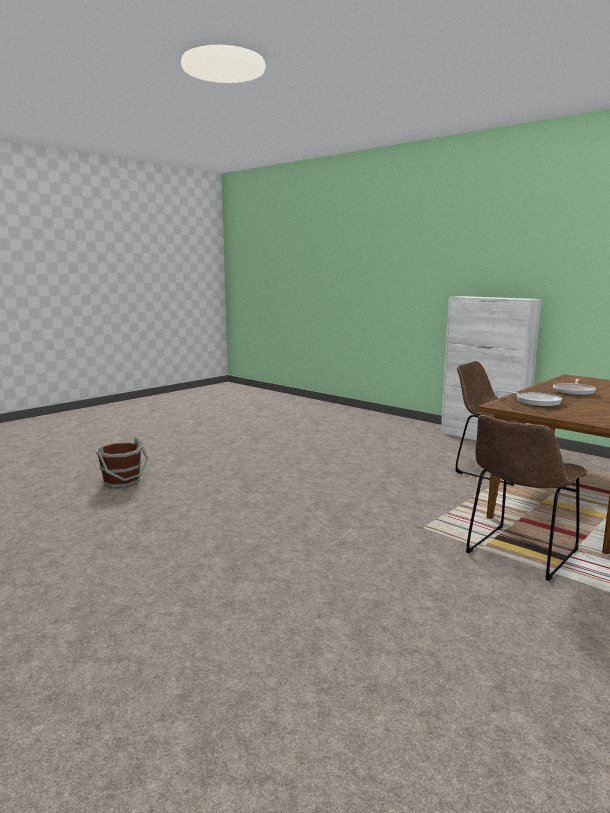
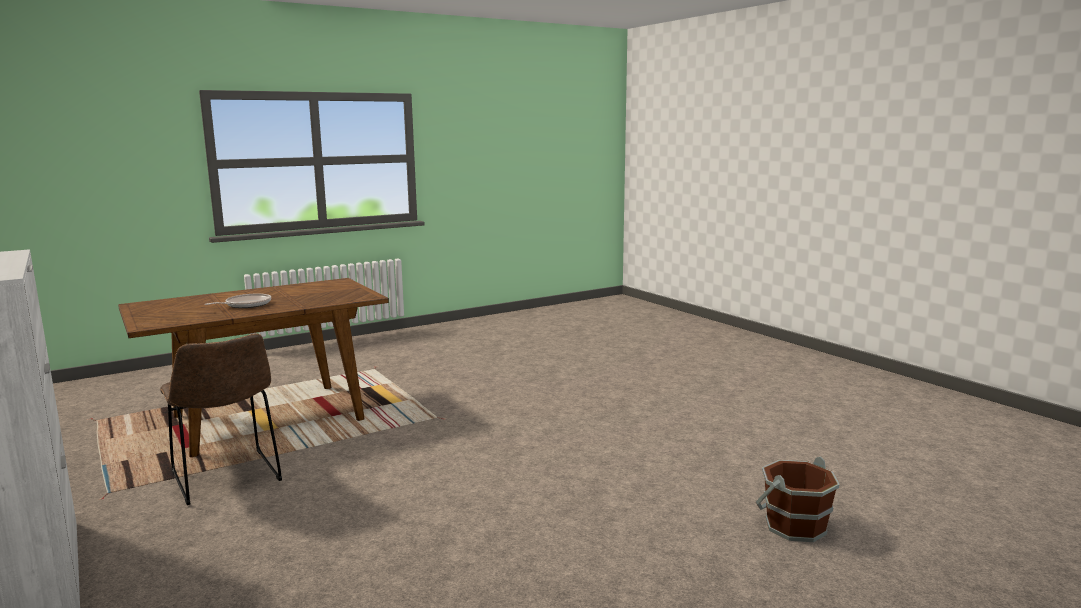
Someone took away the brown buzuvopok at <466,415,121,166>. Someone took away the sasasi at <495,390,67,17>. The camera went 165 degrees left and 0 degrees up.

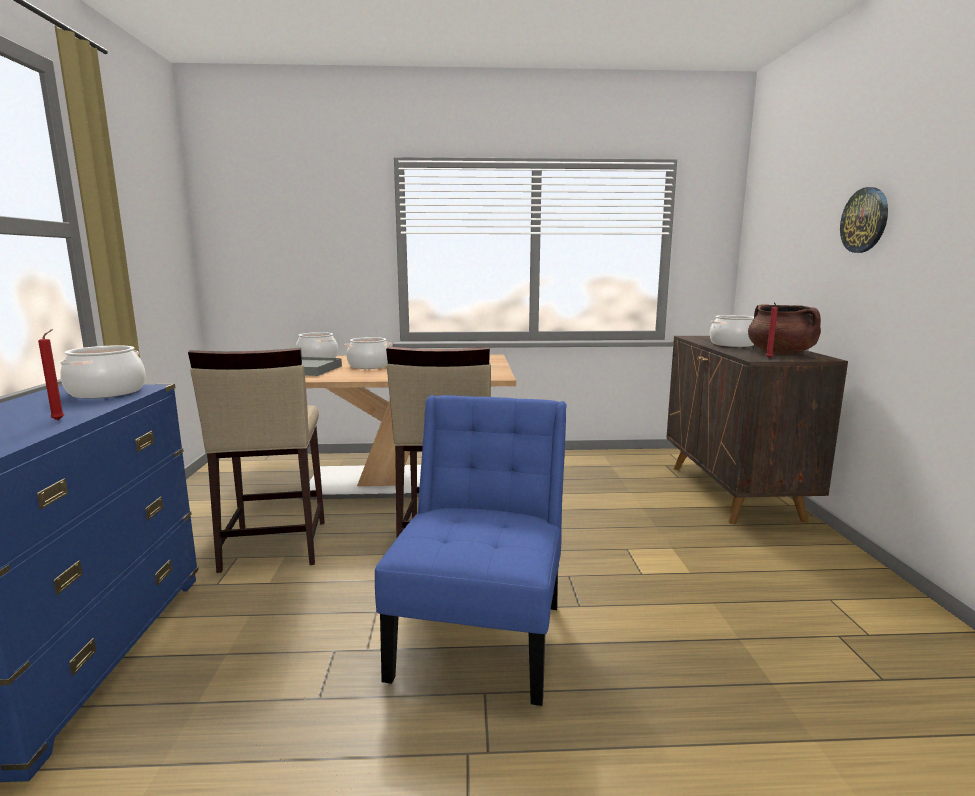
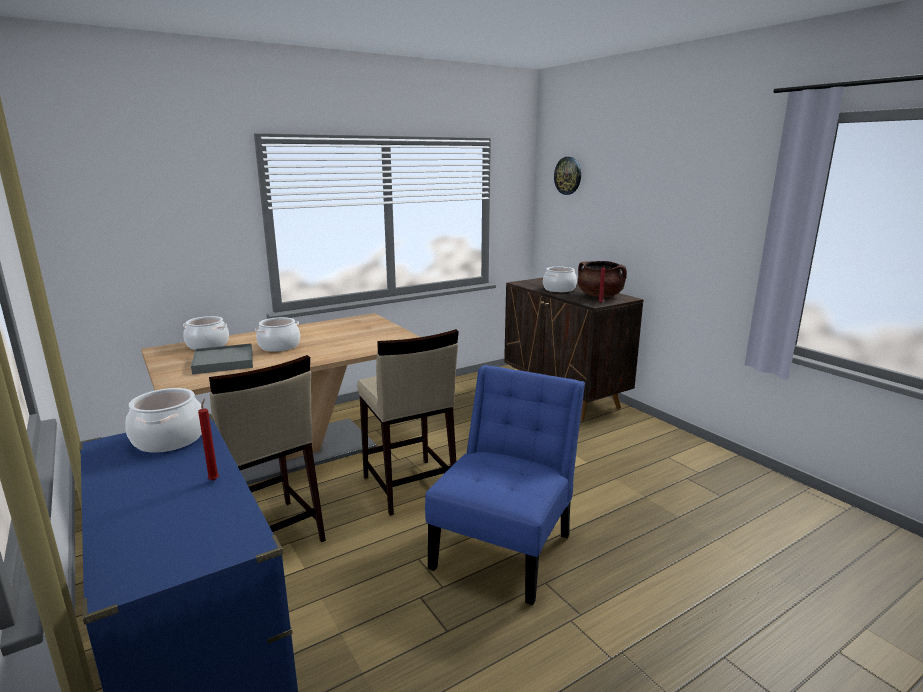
Someone carried the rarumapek from <840,187,48,66> to <554,157,27,38>. Someone rotated the blue buzuvopok at <375,395,192,311> by 45 degrees clockwise. The camera went 30 degrees left and 5 degrees up.

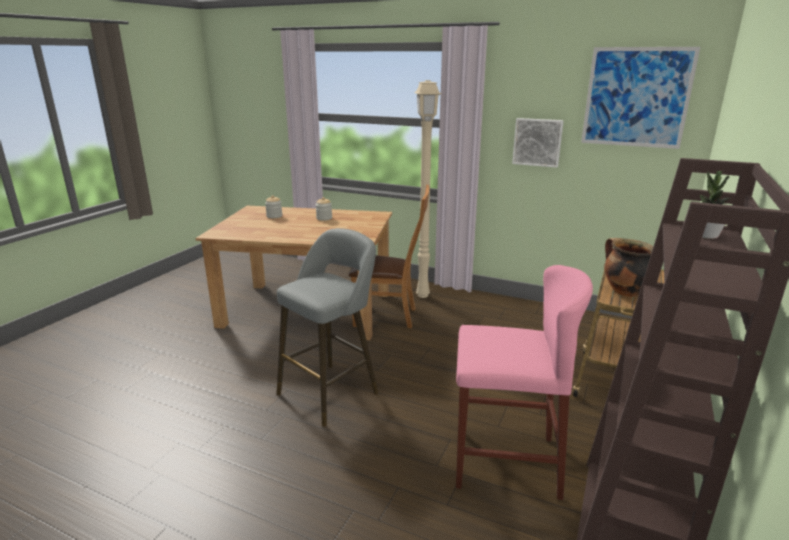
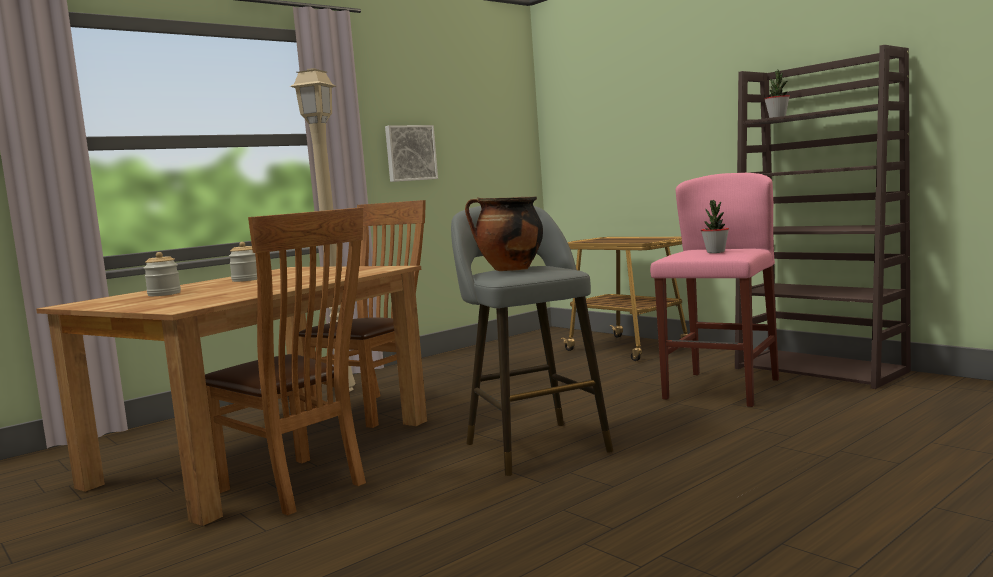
Someone took away the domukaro at <581,47,119,102>. Someone put down the brown buzuvopok at <205,208,161,308>. Someone put down the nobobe at <701,200,28,53>. Someone carried the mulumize from <604,238,49,59> to <465,196,78,75>. The camera went 65 degrees left and 15 degrees down.

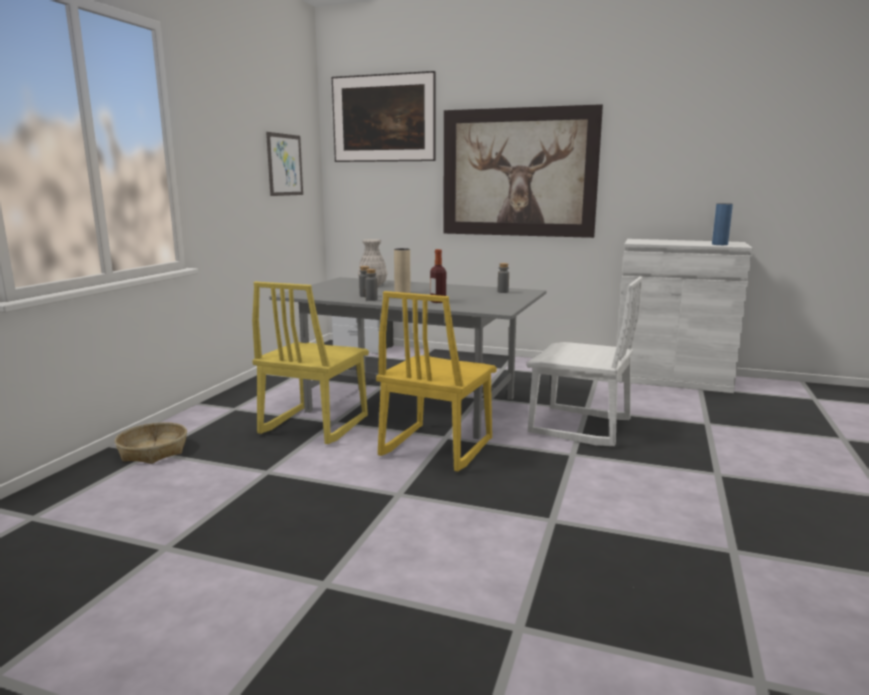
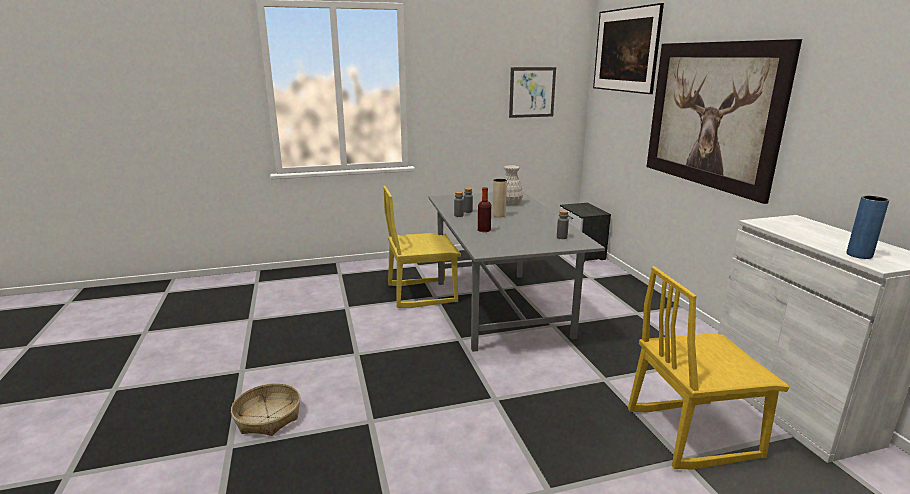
Someone took away the white buzuvopok at <527,276,116,170>. Someone carried the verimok from <115,422,72,42> to <231,383,69,53>. Someone carried the yellow buzuvopok from <376,291,121,181> to <628,266,161,204>. The camera went 55 degrees right and 5 degrees up.

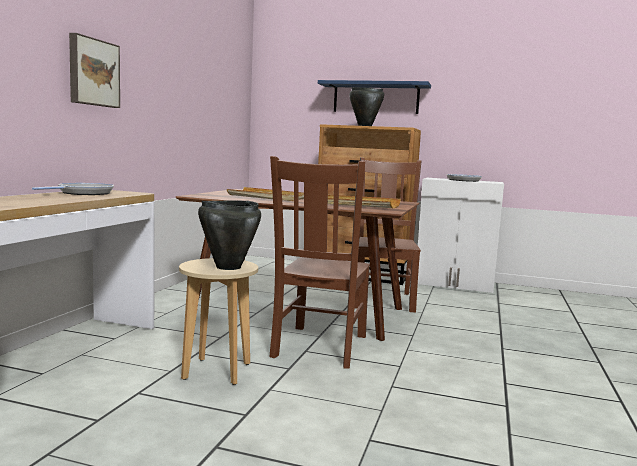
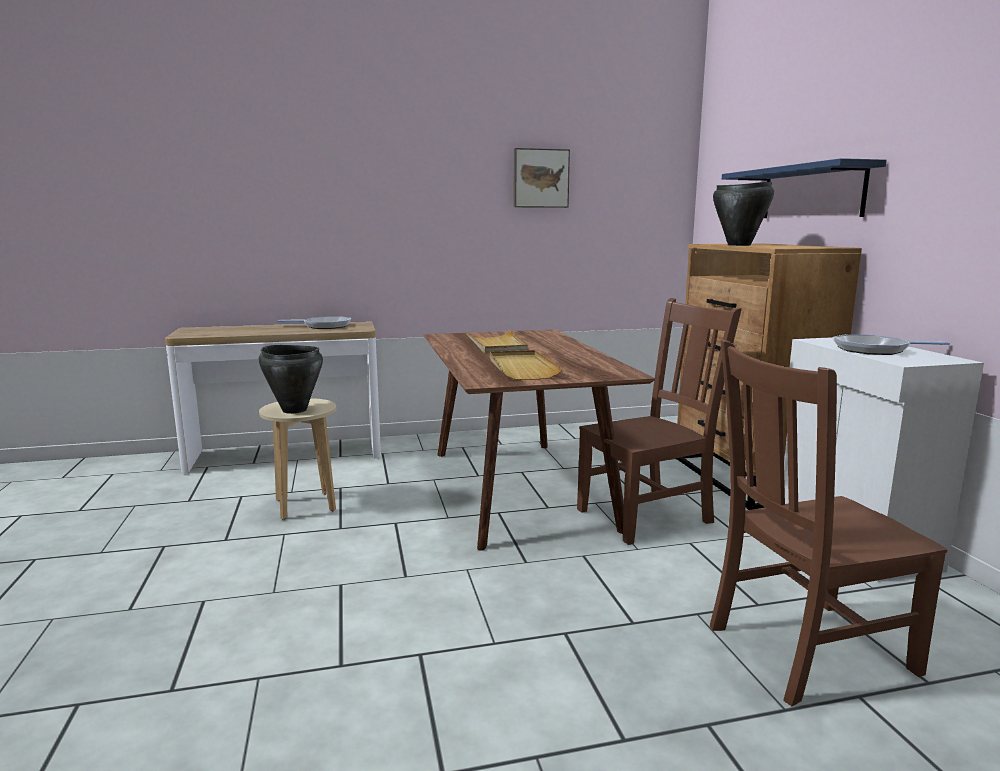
Someone carried the domukaro from <69,33,51,75> to <513,148,57,60>. Someone carried the brown buzuvopok from <269,156,101,213> to <710,340,238,366>. The camera went 60 degrees right and 5 degrees up.

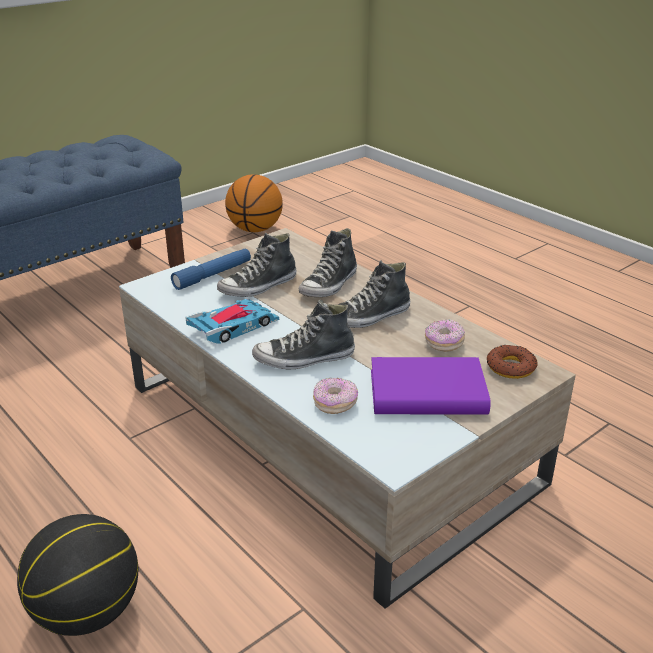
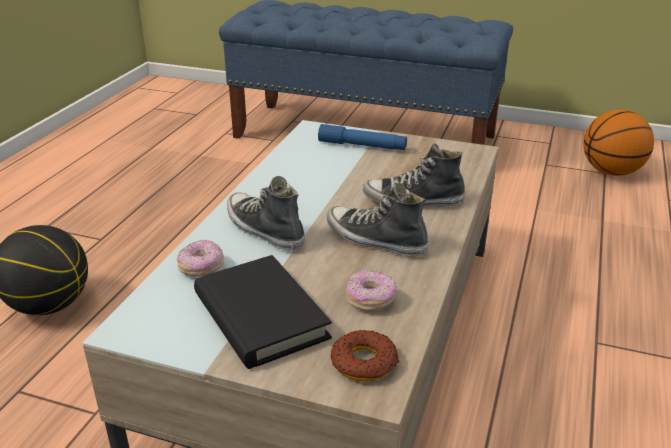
Someone took away the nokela at <185,299,94,45>. Someone took away the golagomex at <217,233,79,64>. Someone repainted the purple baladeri at <371,357,120,58>, which became the black baladeri at <194,255,138,114>. The camera went 60 degrees right and 0 degrees up.

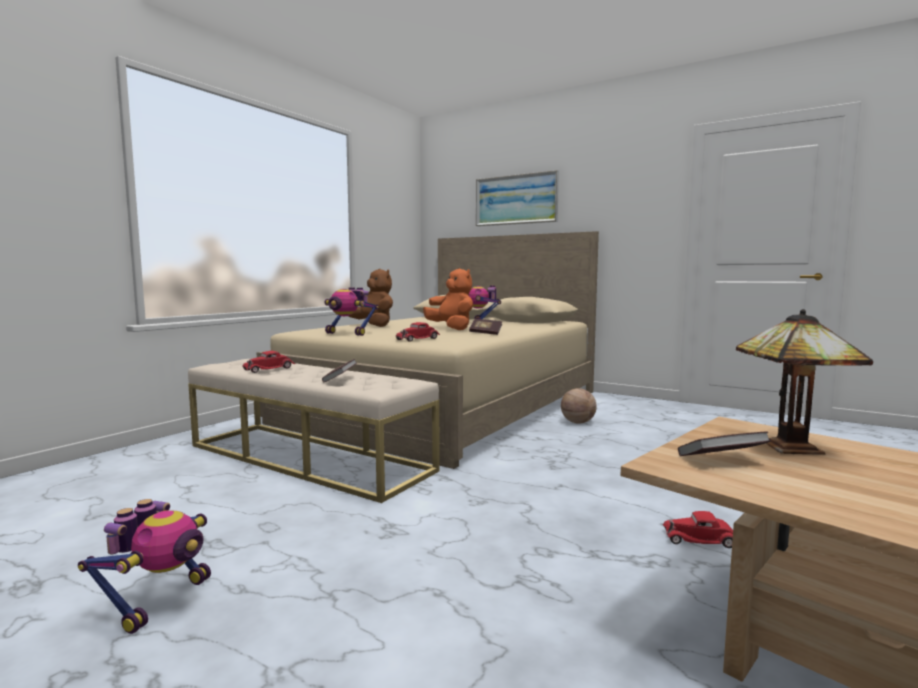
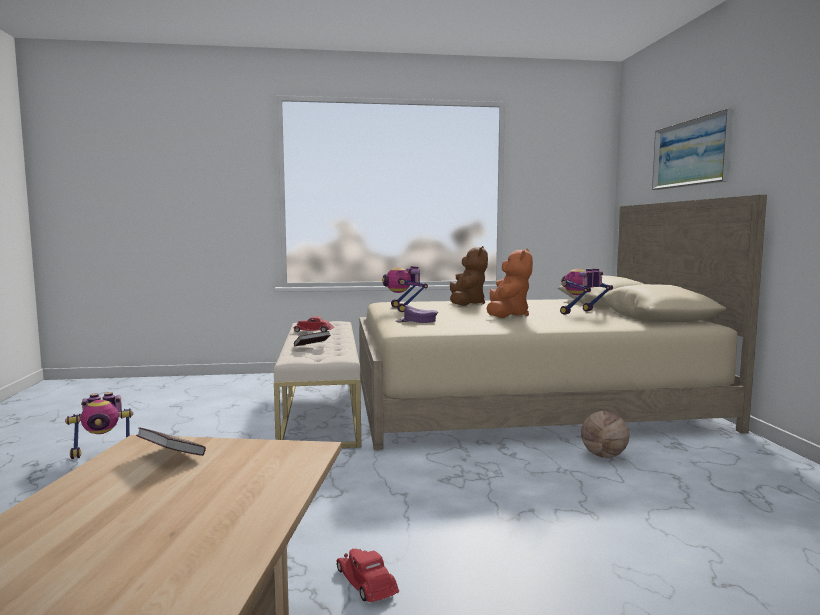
Someone took away the baladeri at <469,319,33,16>. Someone took away the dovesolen at <736,309,137,146>. Someone swapped the red nokela at <396,322,44,20> for the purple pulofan at <396,305,42,18>. The camera went 50 degrees right and 0 degrees up.

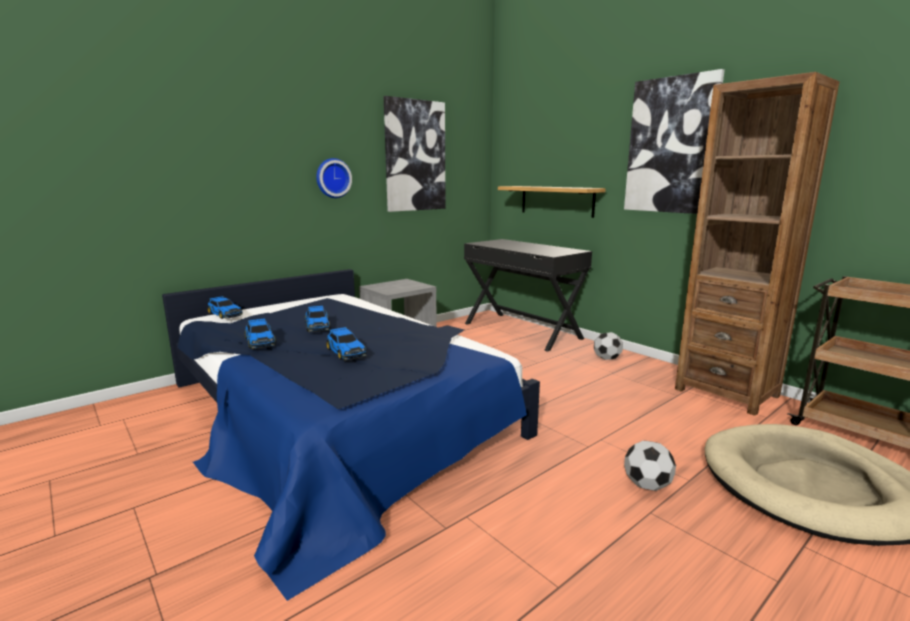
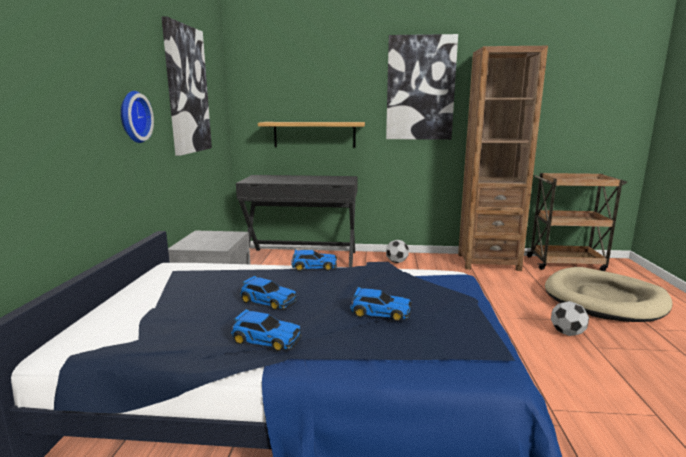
Someone carried the nokela from <207,296,36,23> to <291,249,46,22>. The camera went 45 degrees left and 0 degrees up.

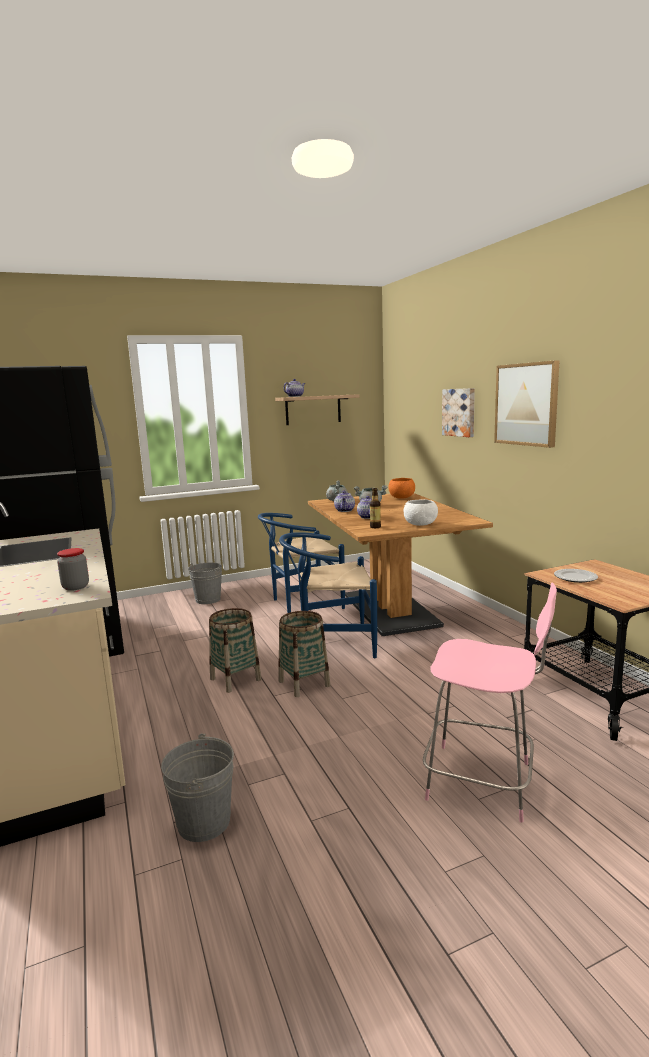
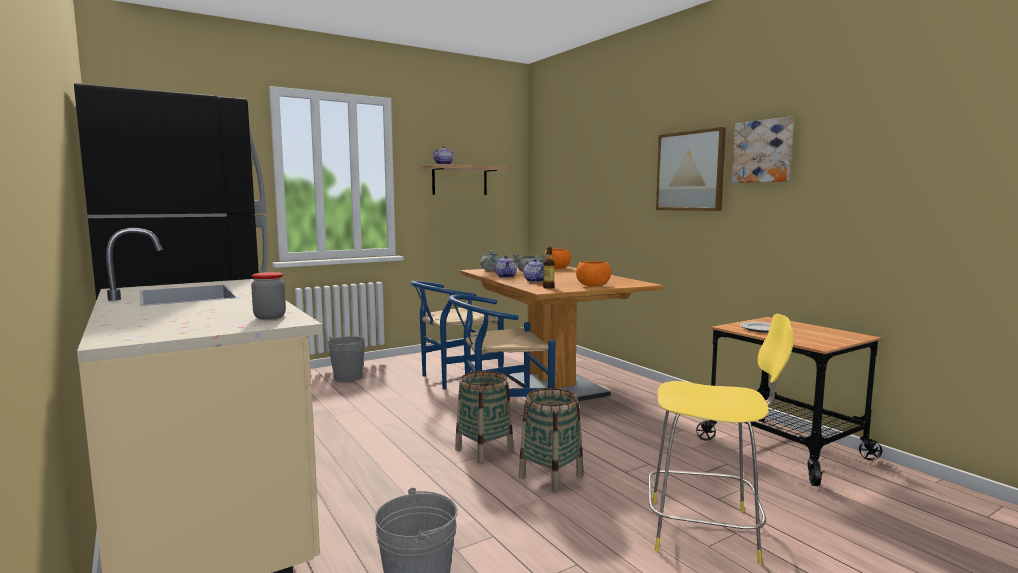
Someone carried the verimok from <209,608,53,85> to <519,388,64,105>. Someone carried the domukaro from <442,388,33,49> to <732,117,62,66>. Someone repainted the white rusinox at <403,499,35,27>, which became the orange rusinox at <576,261,35,25>. Someone repainted the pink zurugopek at <423,582,134,241>, which became the yellow zurugopek at <648,314,146,250>. The camera went 10 degrees left and 5 degrees down.

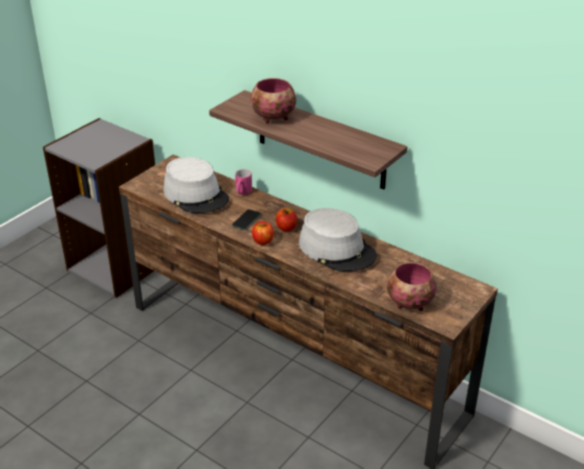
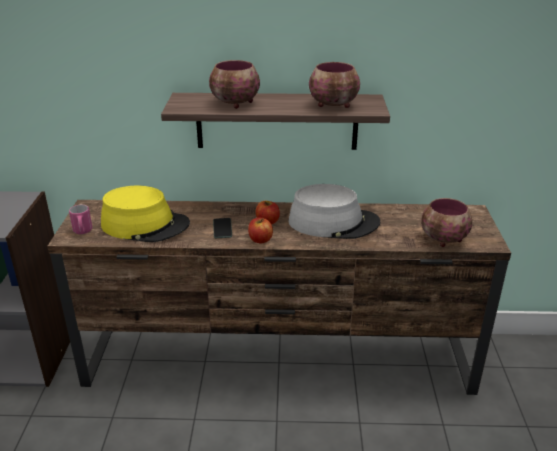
Someone put down the rusinox at <309,62,51,46>. Someone carried the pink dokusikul from <235,169,17,26> to <69,205,23,29>. Someone repainted the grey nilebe at <164,157,65,56>, which became the yellow nilebe at <101,186,89,56>. The camera went 35 degrees left and 5 degrees down.

